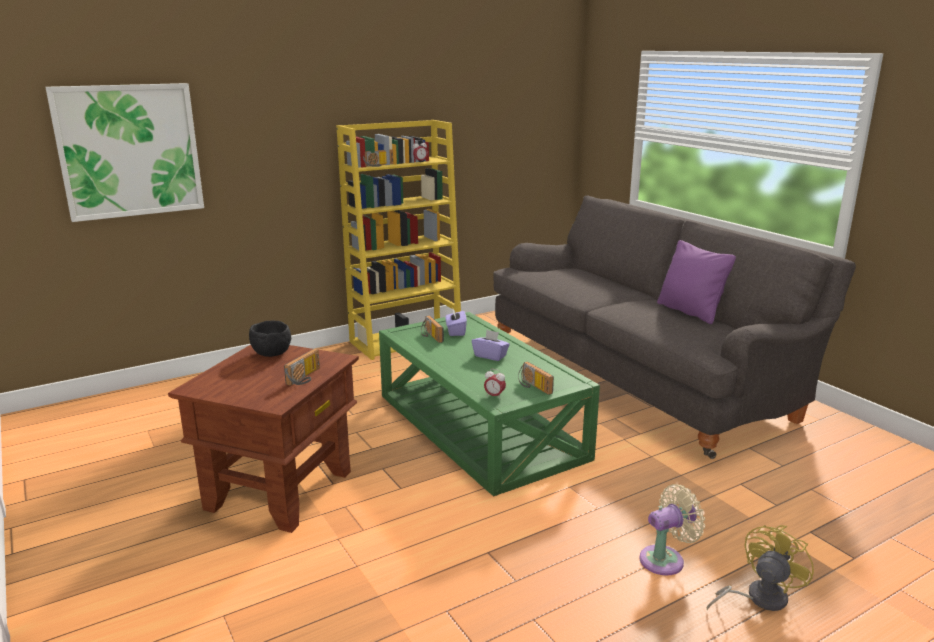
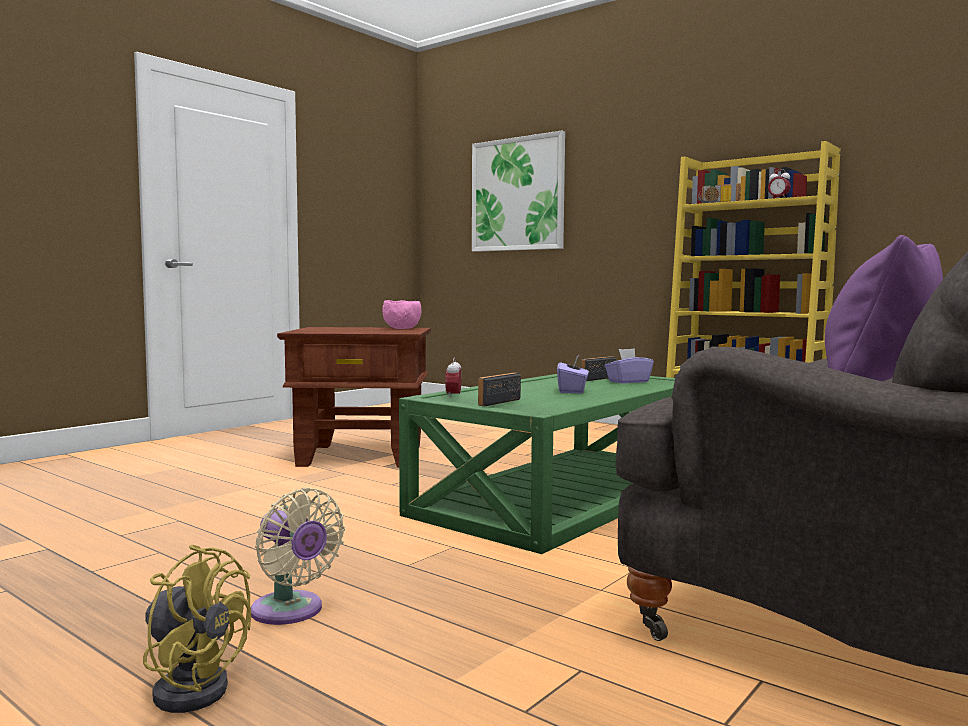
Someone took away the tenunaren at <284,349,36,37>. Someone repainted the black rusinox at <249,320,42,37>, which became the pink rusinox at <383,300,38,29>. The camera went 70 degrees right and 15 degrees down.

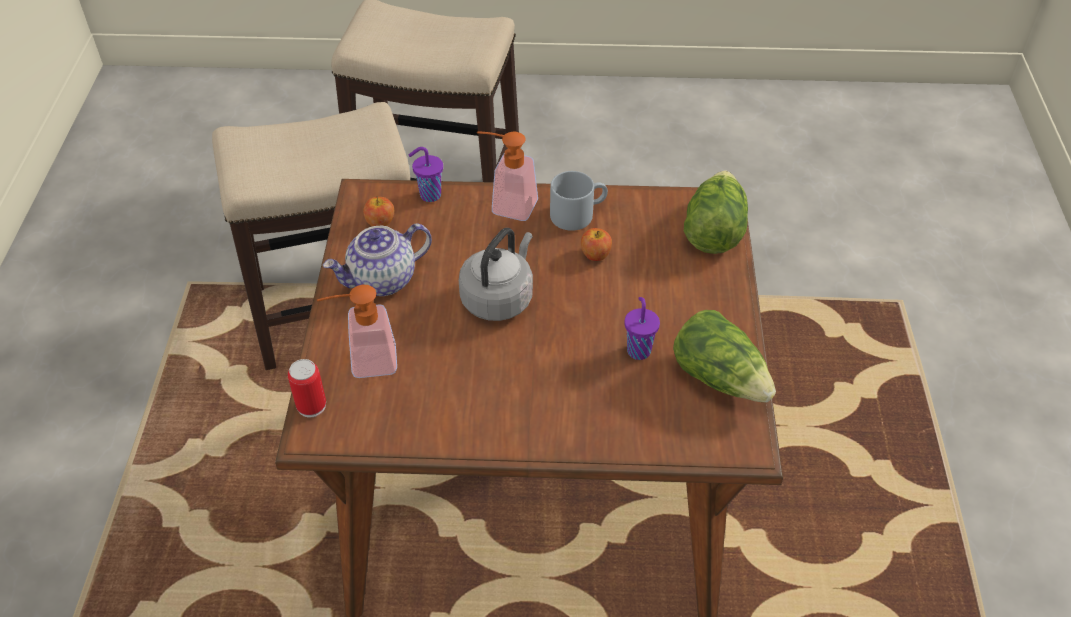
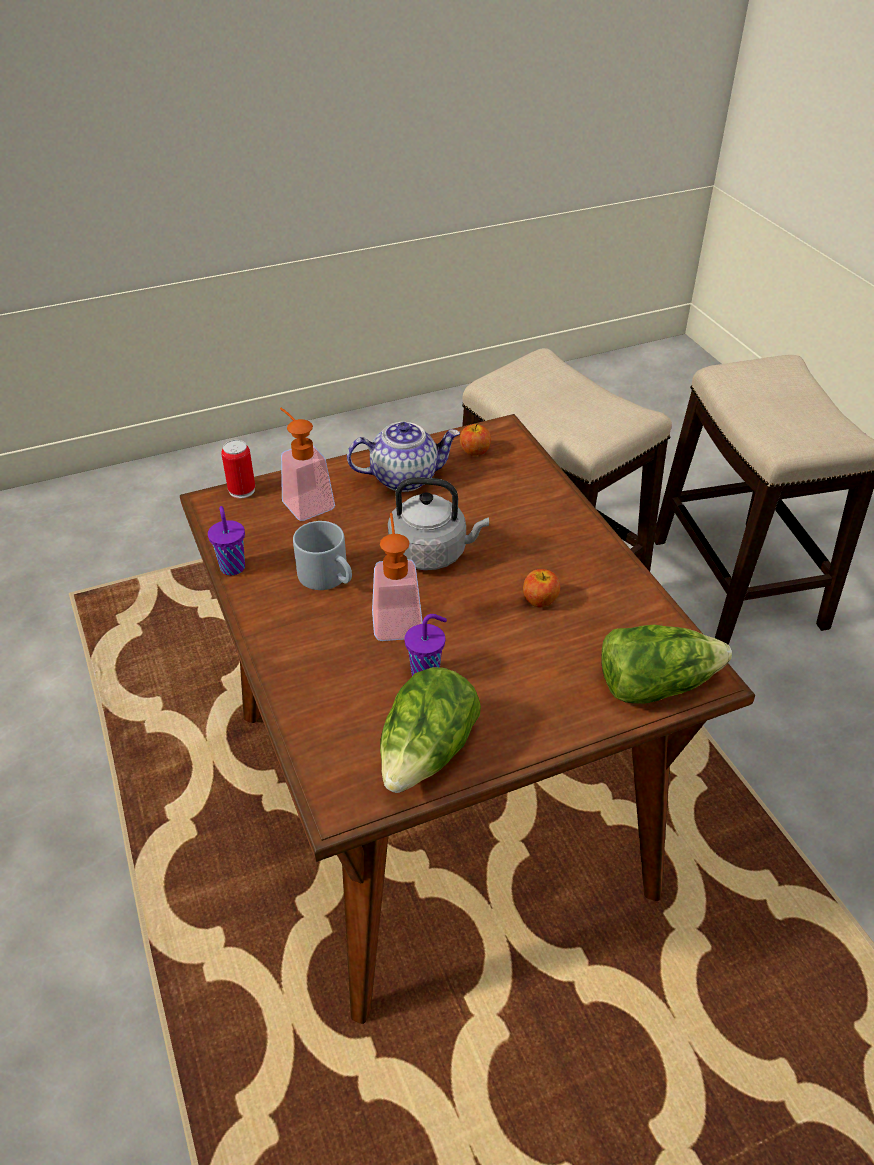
Someone carried the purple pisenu from <409,147,34,55> to <208,506,37,69>. Someone carried the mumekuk from <477,131,61,90> to <372,513,51,128>. Someone carried the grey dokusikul from <550,171,58,60> to <293,521,59,69>. Someone rotated the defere at <323,224,109,72> by 135 degrees clockwise. The camera went 65 degrees right and 5 degrees down.

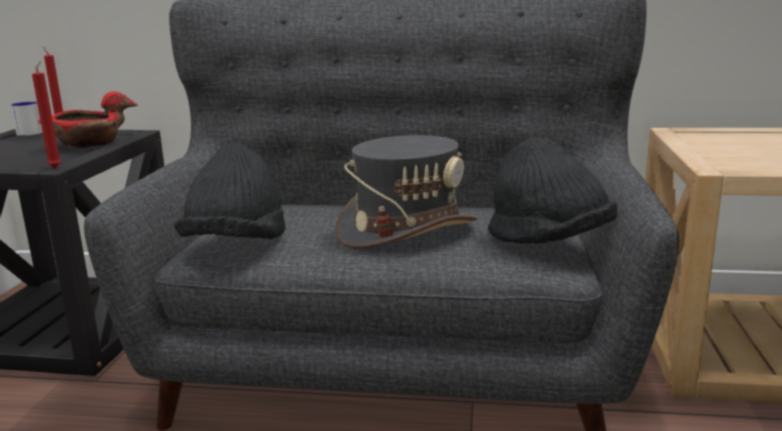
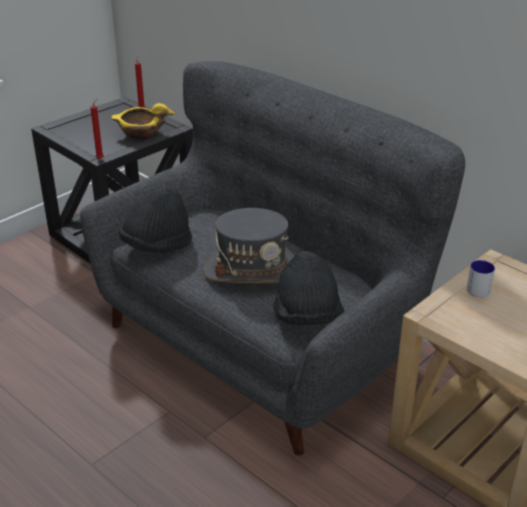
Someone carried the dokusikul from <11,102,32,34> to <467,260,28,37>. Someone repainted the red rusinox at <38,91,100,57>, which became the yellow rusinox at <111,103,64,36>. The camera went 35 degrees right and 15 degrees up.

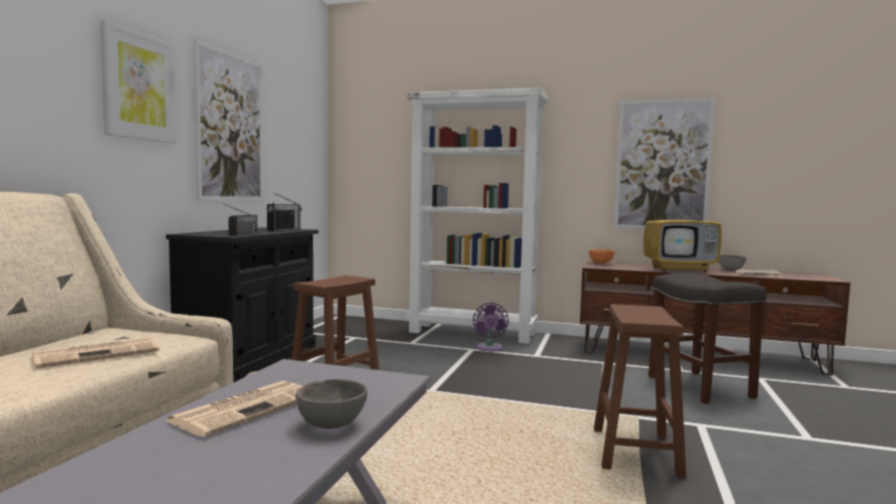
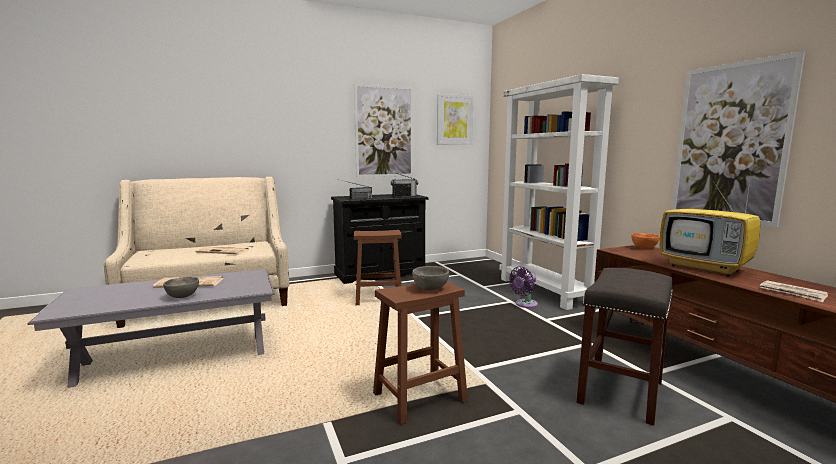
Someone carried the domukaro from <100,20,77,123> to <437,94,36,51>. Someone carried the grey rusinox from <718,255,28,15> to <412,266,37,24>. The camera went 50 degrees right and 5 degrees up.

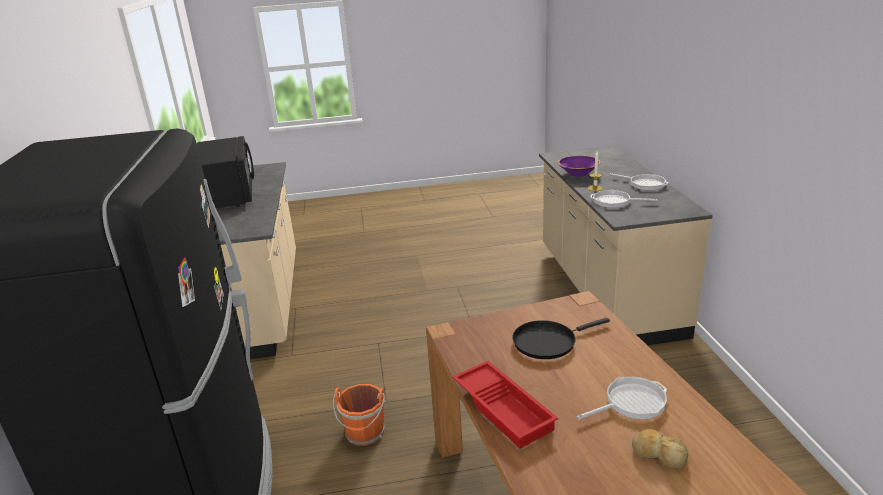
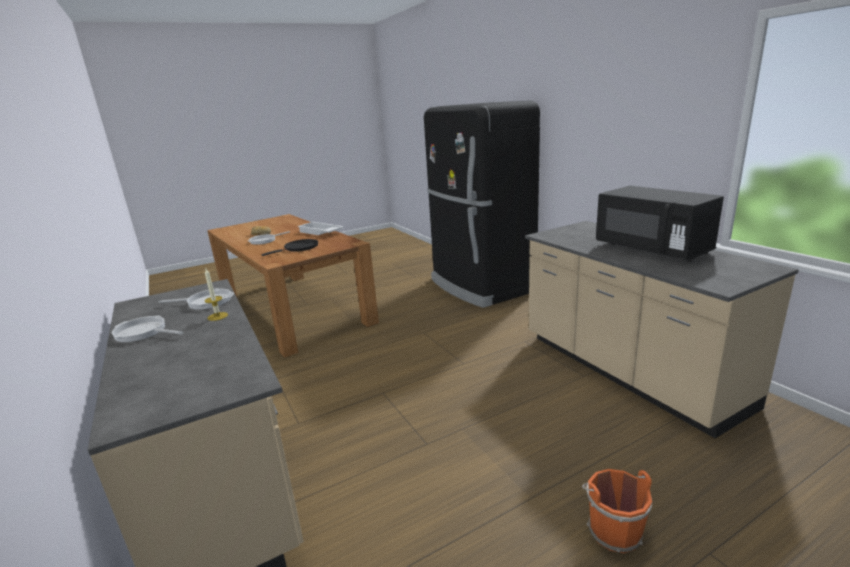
Someone took away the purple rusinox at <558,156,43,21>. Someone carried the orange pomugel from <333,384,53,62> to <582,469,70,84>. Someone repainted the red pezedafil at <452,361,106,88>, which became the white pezedafil at <298,222,46,13>. The camera went 160 degrees right and 5 degrees down.

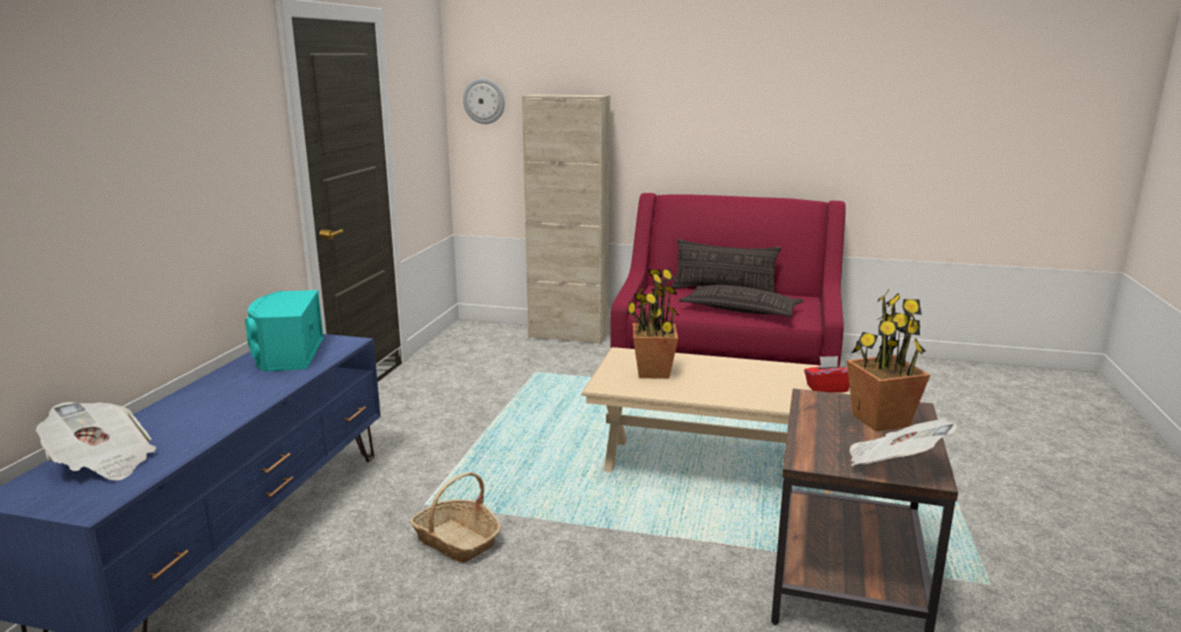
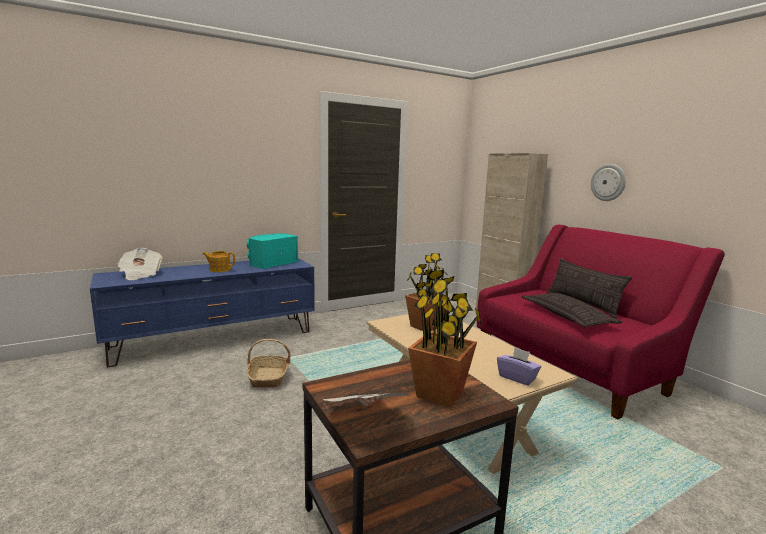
Someone put down the defere at <203,251,32,21>. Someone carried the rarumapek from <463,78,42,46> to <591,164,35,37>. Someone repainted the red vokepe at <804,356,46,37>, which became the purple vokepe at <497,347,44,39>. The camera went 45 degrees right and 5 degrees down.

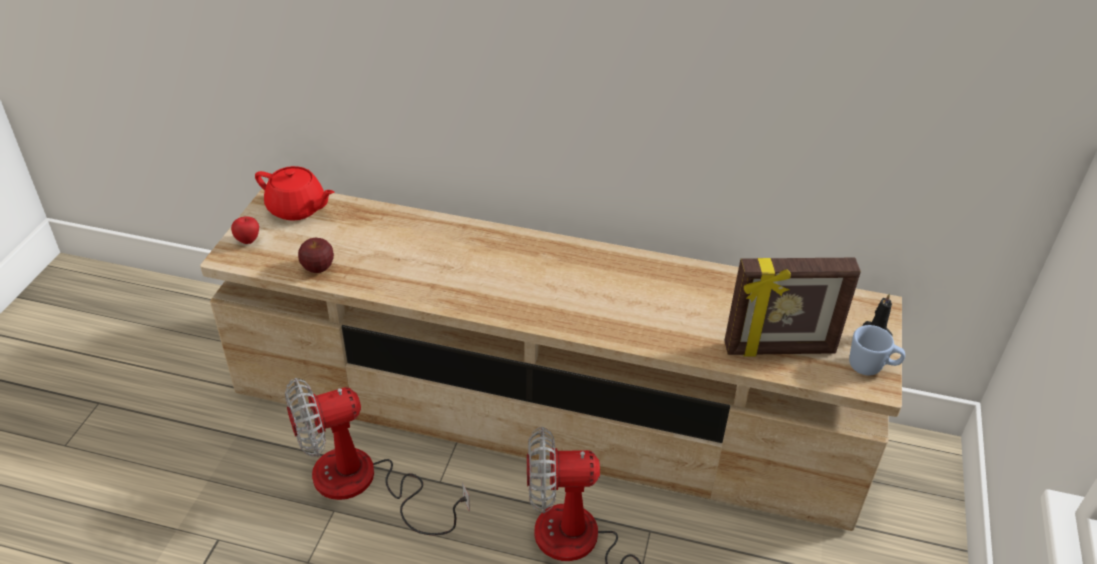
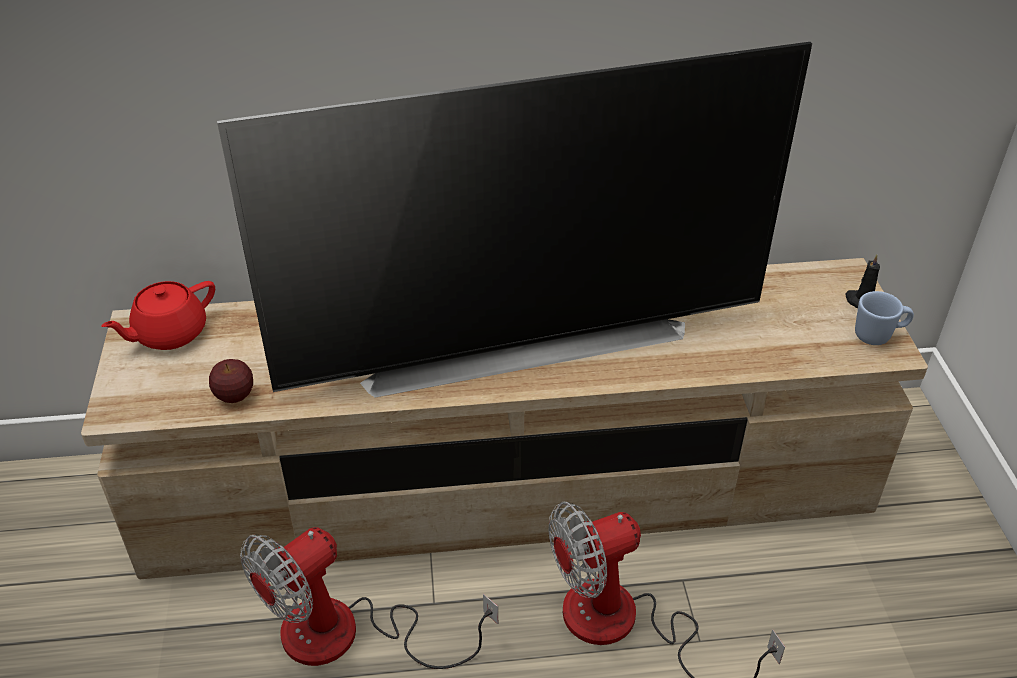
Someone took away the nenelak at <231,216,28,28>. Someone took away the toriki at <724,258,137,99>. Someone put down the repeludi at <217,42,595,356>. Someone rotated the red defere at <255,166,79,55> by 135 degrees clockwise. The camera went 20 degrees left and 0 degrees up.

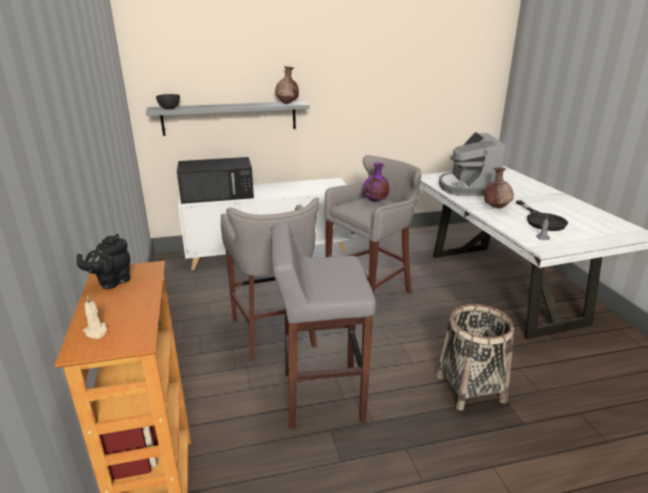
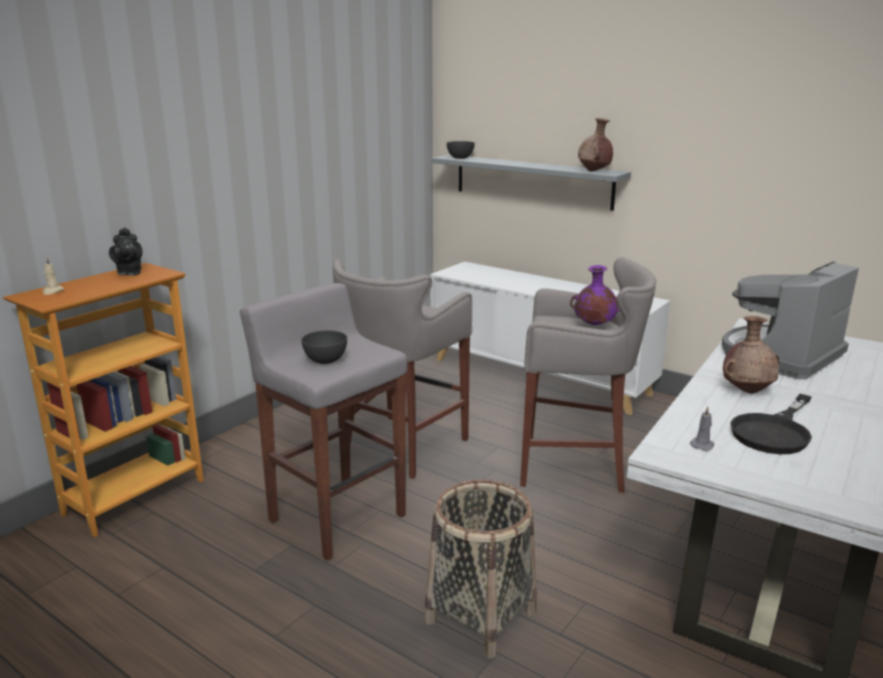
Someone took away the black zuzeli at <177,157,77,47>. Someone put down the grey rusinox at <301,330,46,34>. Someone rotated the black defere at <77,234,53,55> by 105 degrees counterclockwise. The camera went 50 degrees right and 5 degrees down.

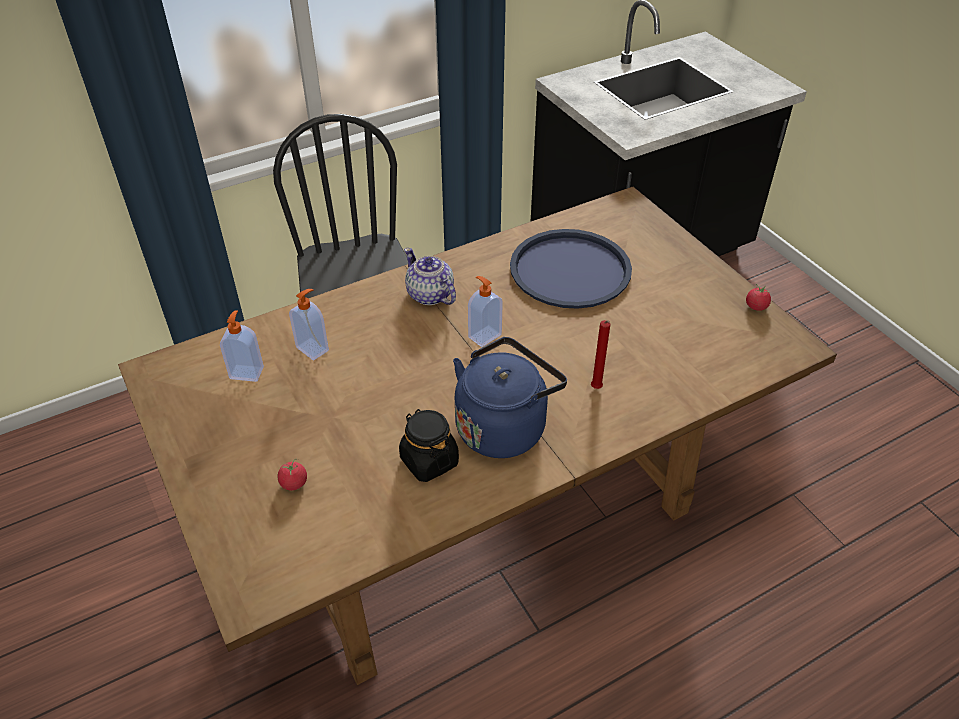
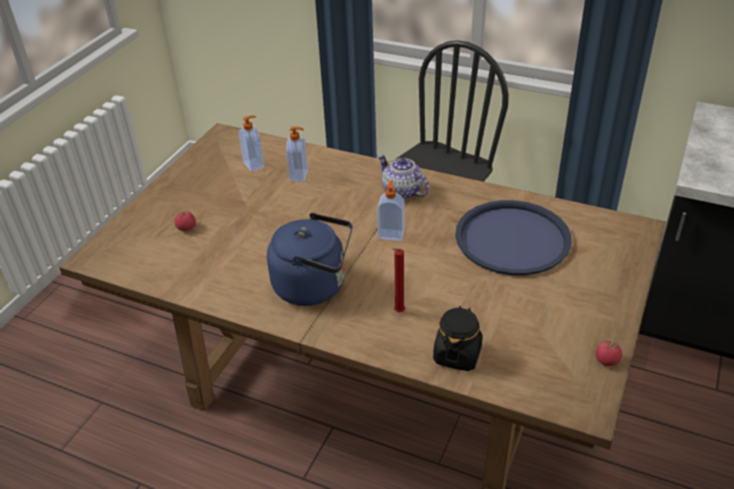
Someone carried the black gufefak from <399,409,60,73> to <433,306,50,65>. Someone rotated the defere at <404,248,52,57> by 60 degrees counterclockwise. The camera went 55 degrees right and 5 degrees down.

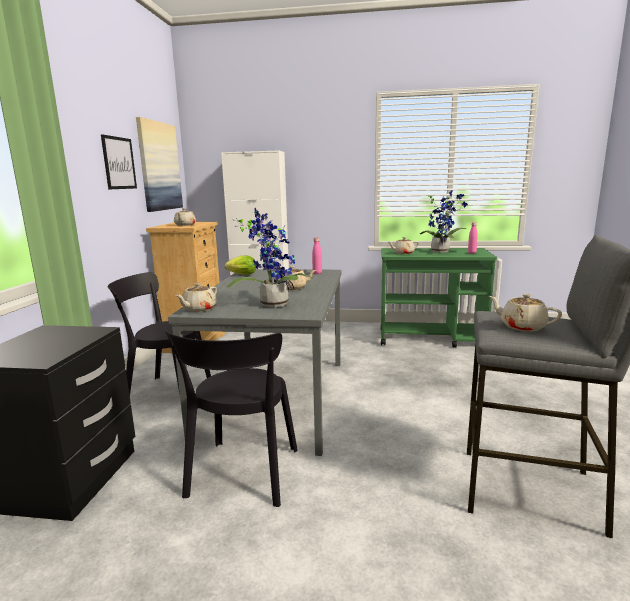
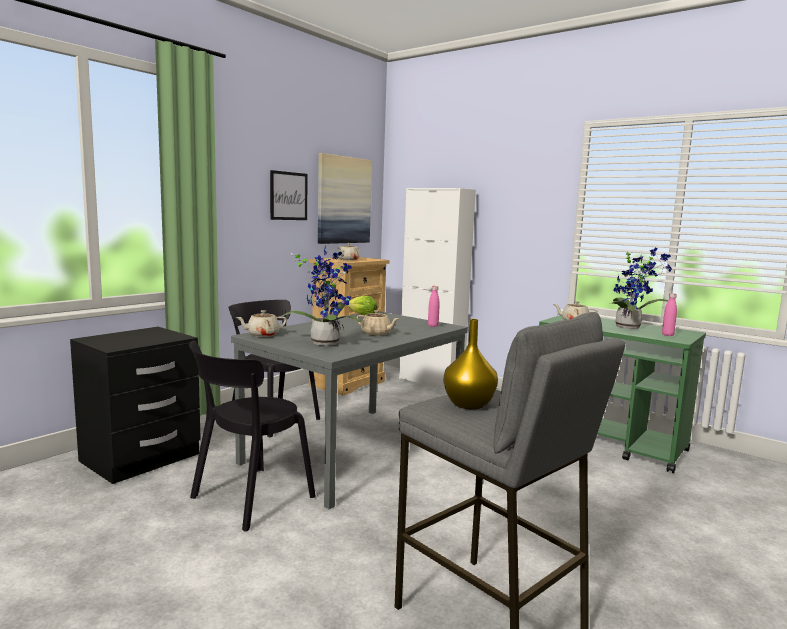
Someone swapped the beige defere at <488,294,74,38> for the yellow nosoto at <444,319,54,91>. The camera went 30 degrees right and 5 degrees down.

